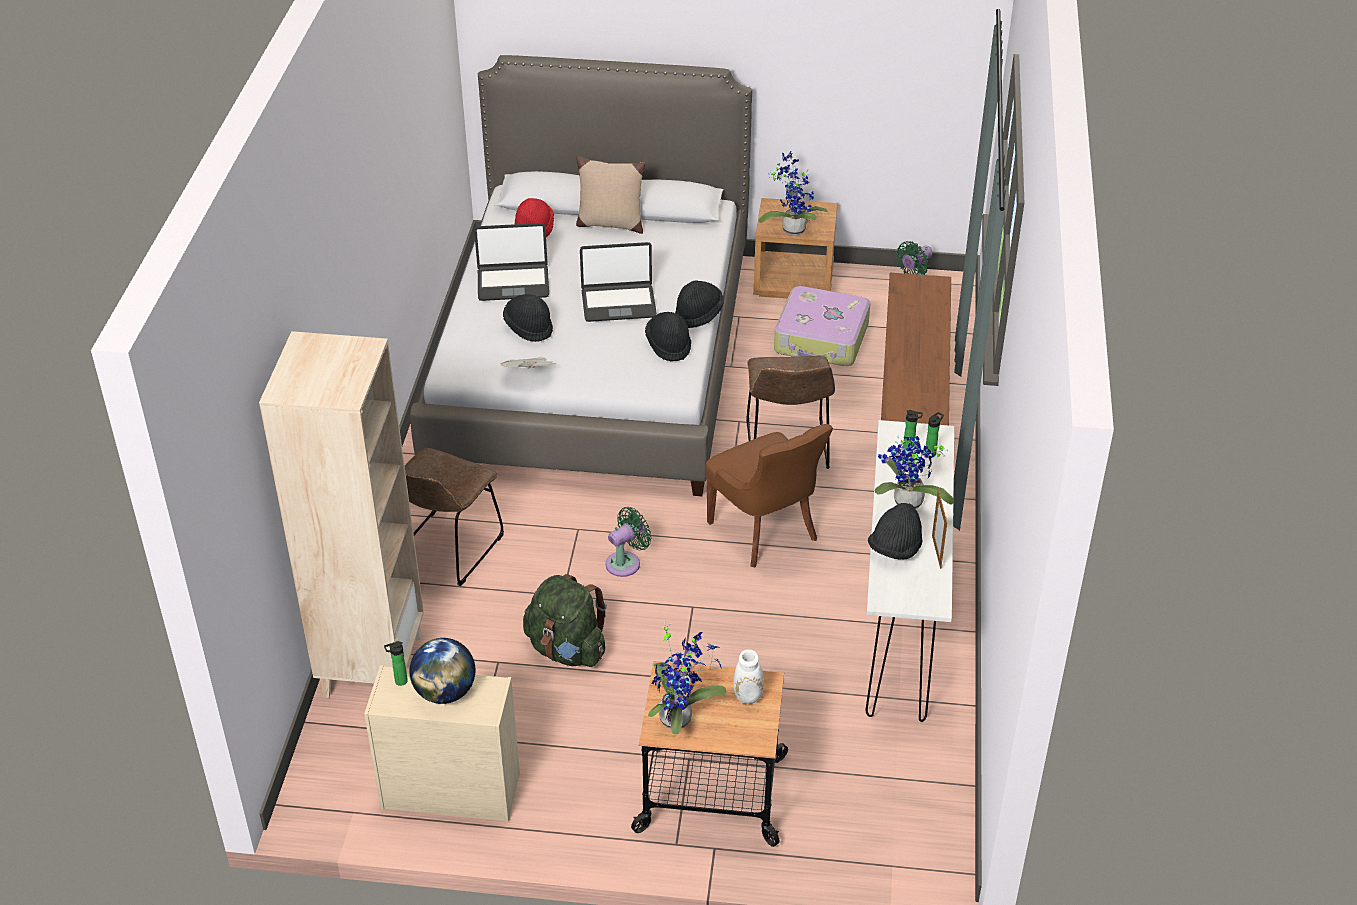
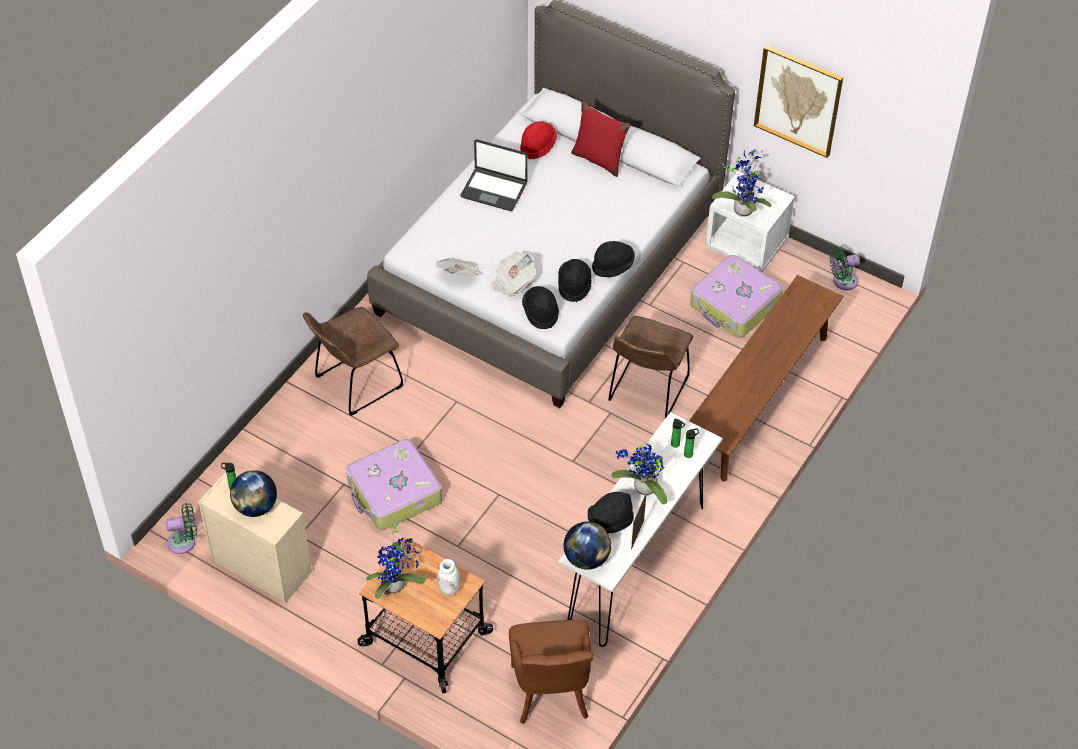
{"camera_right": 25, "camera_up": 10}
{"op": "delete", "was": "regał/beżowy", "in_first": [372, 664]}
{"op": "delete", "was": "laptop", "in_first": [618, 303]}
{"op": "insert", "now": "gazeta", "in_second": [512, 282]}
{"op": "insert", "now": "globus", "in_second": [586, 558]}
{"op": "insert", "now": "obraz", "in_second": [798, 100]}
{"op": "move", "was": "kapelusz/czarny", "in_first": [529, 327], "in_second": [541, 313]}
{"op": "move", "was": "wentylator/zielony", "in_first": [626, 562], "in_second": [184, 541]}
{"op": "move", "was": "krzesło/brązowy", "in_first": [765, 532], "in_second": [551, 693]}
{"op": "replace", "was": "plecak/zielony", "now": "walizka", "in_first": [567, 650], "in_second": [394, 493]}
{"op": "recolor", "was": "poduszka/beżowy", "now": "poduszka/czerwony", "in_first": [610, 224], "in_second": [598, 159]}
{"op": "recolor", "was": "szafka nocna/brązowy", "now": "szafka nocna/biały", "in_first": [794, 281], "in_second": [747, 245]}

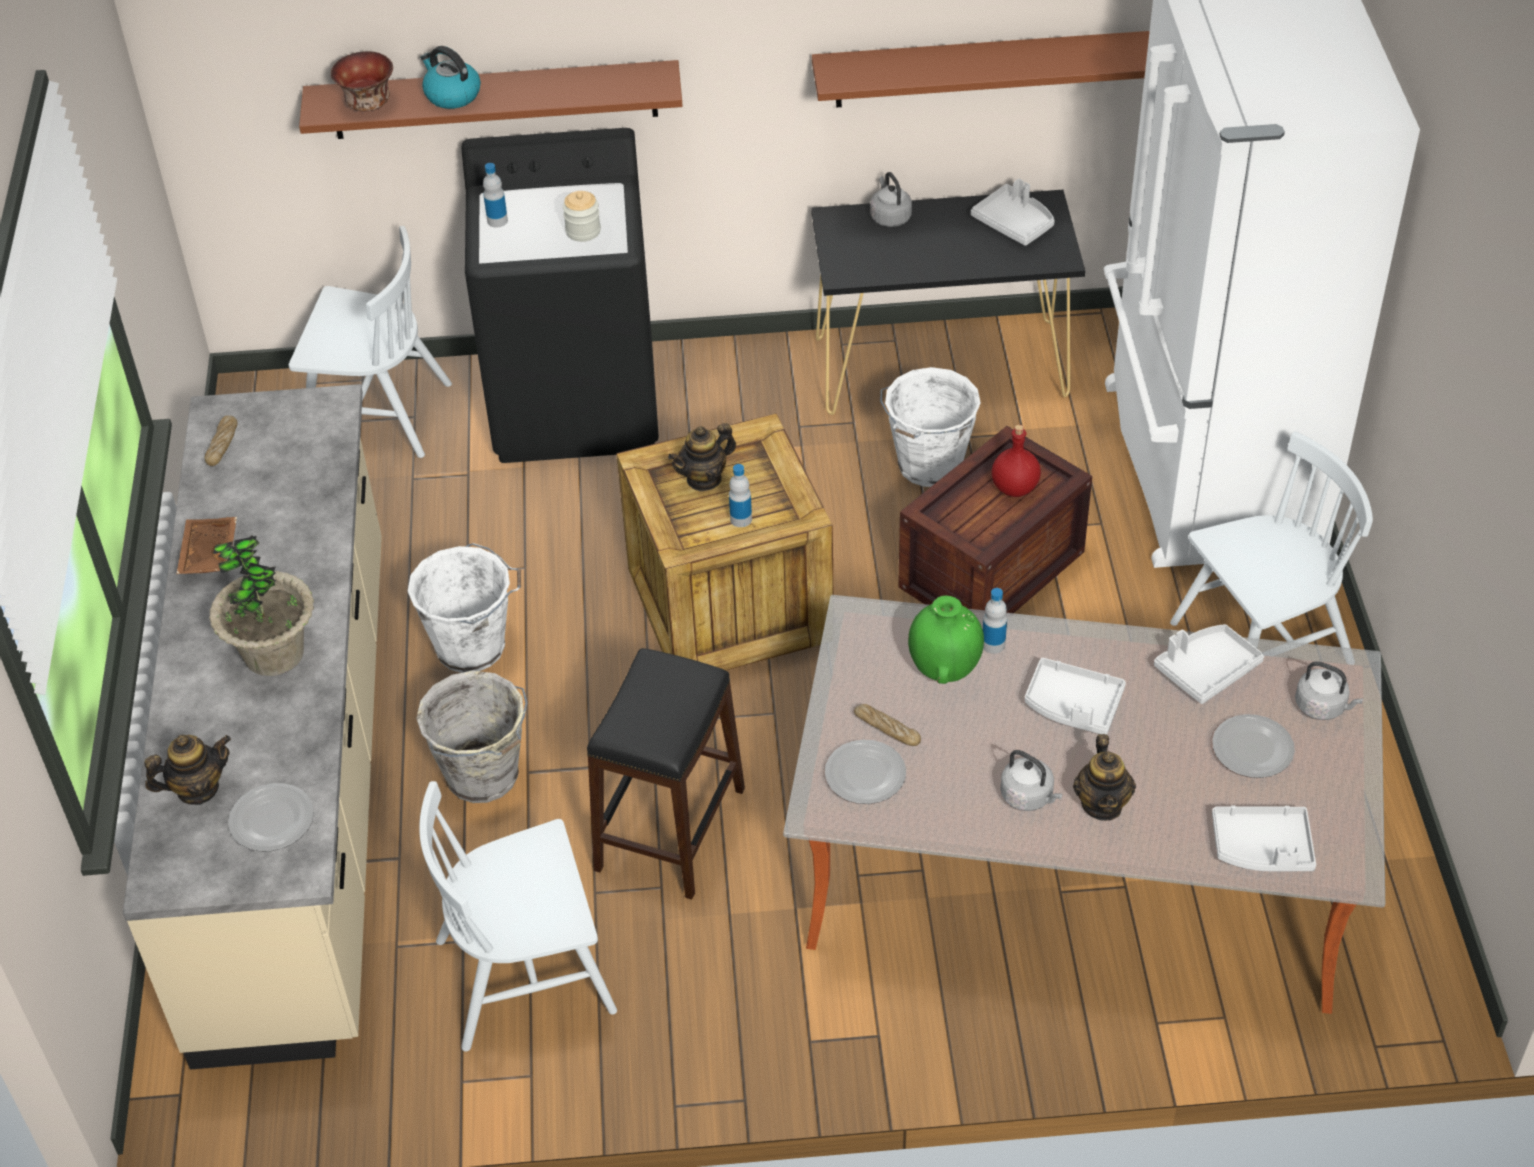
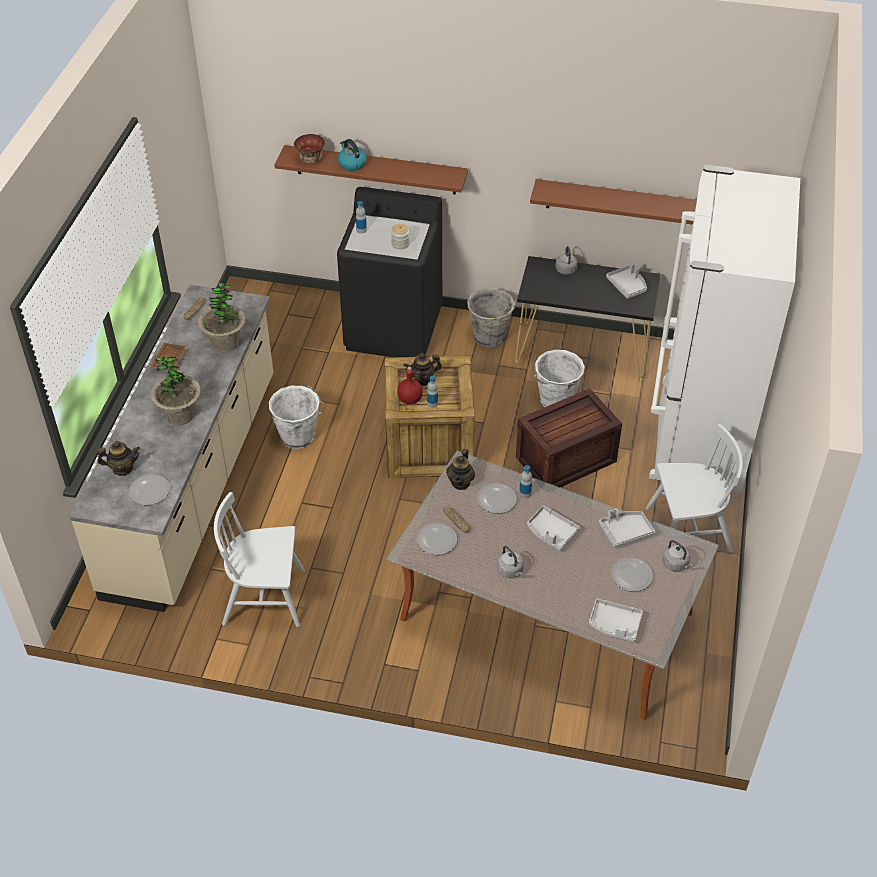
{"camera_right": 15, "camera_up": 0}
{"op": "delete", "was": "krzesło/biały", "in_first": [376, 414]}
{"op": "delete", "was": "stołek/czarny", "in_first": [669, 829]}
{"op": "insert", "now": "roślina doniczkowa", "in_second": [225, 343]}
{"op": "move", "was": "wiadro/szary", "in_first": [484, 777], "in_second": [490, 337]}
{"op": "move", "was": "butelka/czerwony", "in_first": [1014, 487], "in_second": [410, 399]}
{"op": "move", "was": "imbryk", "in_first": [1102, 804], "in_second": [460, 482]}
{"op": "replace", "was": "wazon/zielony", "now": "talerz", "in_first": [944, 668], "in_second": [496, 499]}

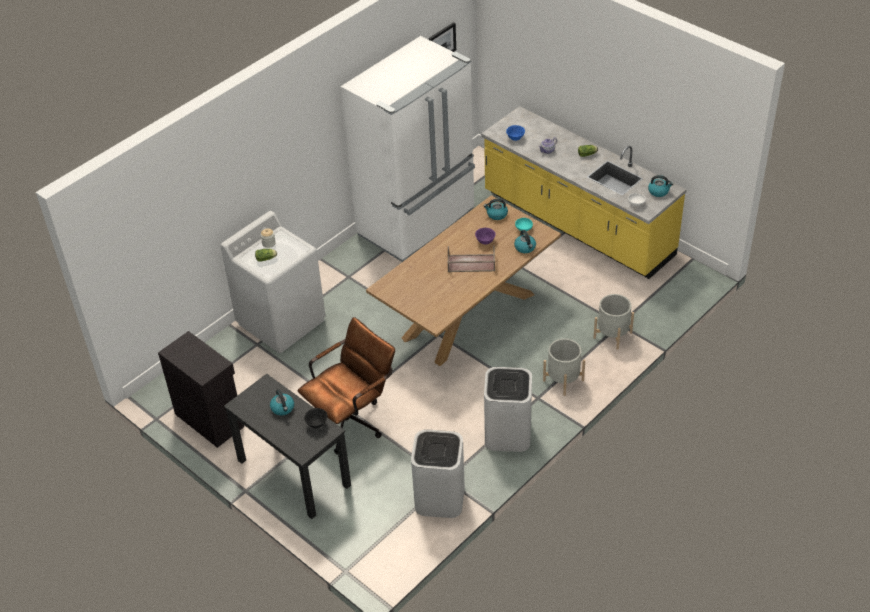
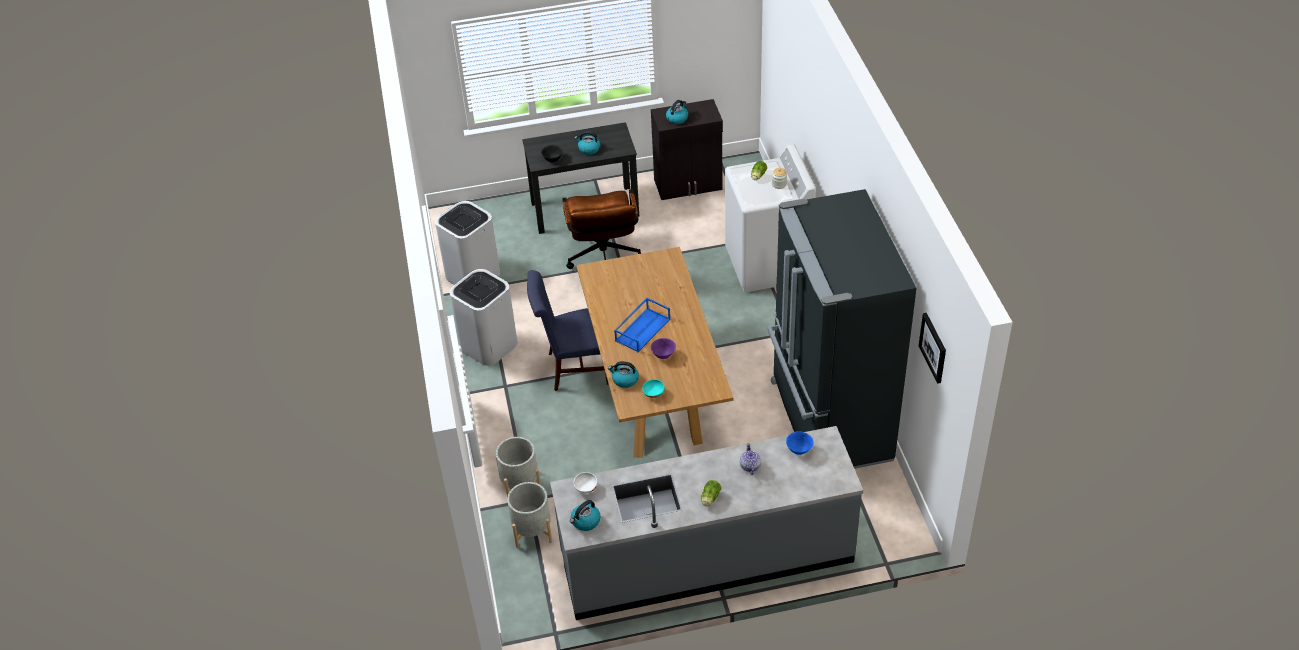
{"camera_right": 125, "camera_up": 0}
{"op": "insert", "now": "krzesło/niebieski", "in_second": [573, 368]}
{"op": "move", "was": "czajnik", "in_first": [496, 214], "in_second": [677, 118]}
{"op": "move", "was": "donica/szary", "in_first": [563, 380], "in_second": [532, 531]}
{"op": "recolor", "was": "lodówka/biały", "now": "lodówka/czarny", "in_first": [418, 224], "in_second": [828, 421]}
{"op": "recolor", "was": "taca/brązowy", "now": "taca/niebieski", "in_first": [470, 263], "in_second": [642, 329]}
{"op": "recolor", "was": "zabudowa kuchenna/żółty", "now": "zabudowa kuchenna/szary", "in_first": [577, 225], "in_second": [706, 558]}

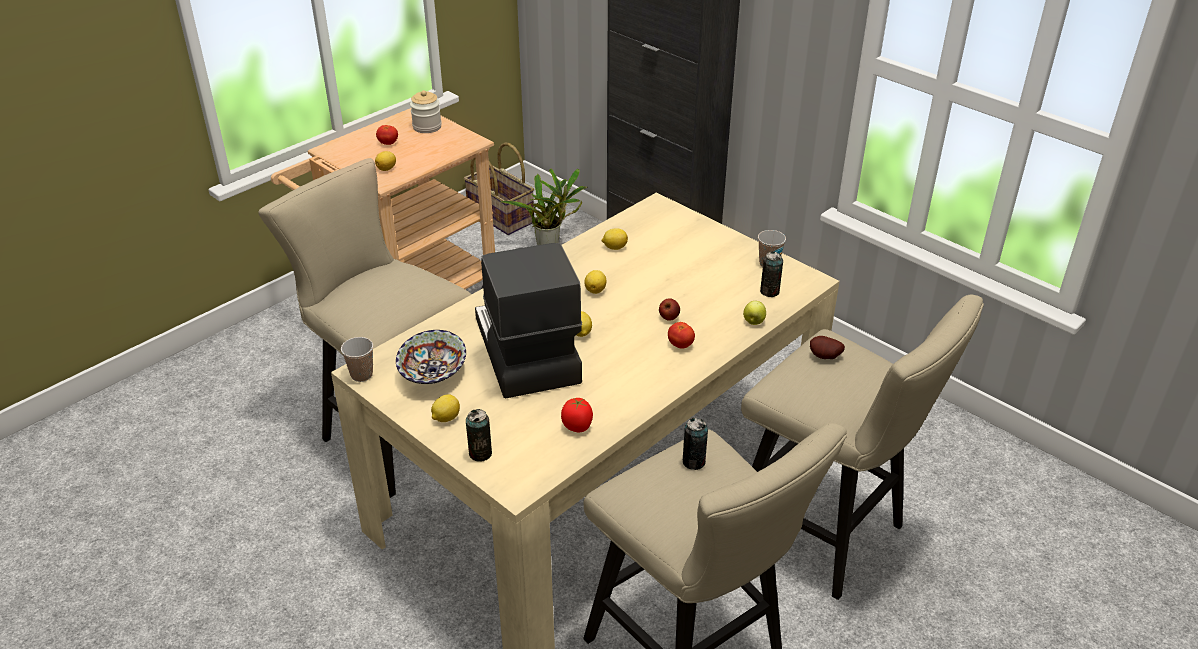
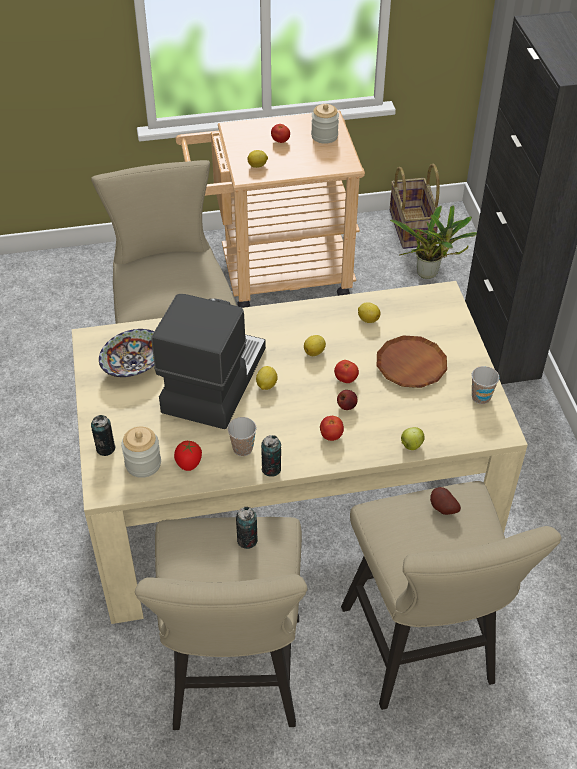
{"camera_right": 35, "camera_up": 10}
{"op": "delete", "was": "cytryna", "in_first": [445, 418]}
{"op": "insert", "now": "słoik", "in_second": [143, 464]}
{"op": "insert", "now": "pomidor", "in_second": [346, 379]}
{"op": "insert", "now": "talerz/brązowy", "in_second": [411, 365]}
{"op": "move", "was": "filiżanka", "in_first": [361, 375], "in_second": [242, 449]}
{"op": "move", "was": "puszka", "in_first": [769, 292], "in_second": [271, 469]}

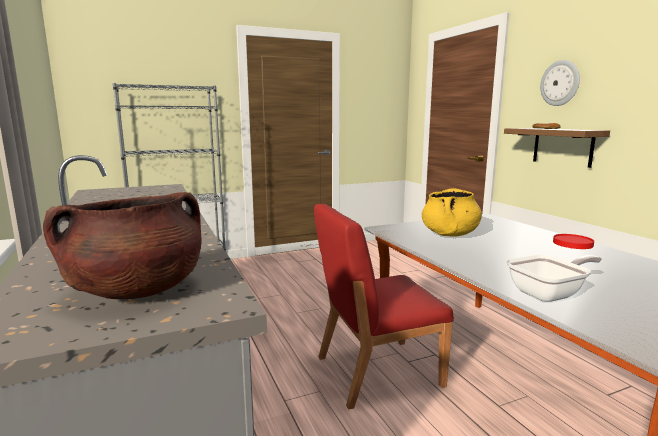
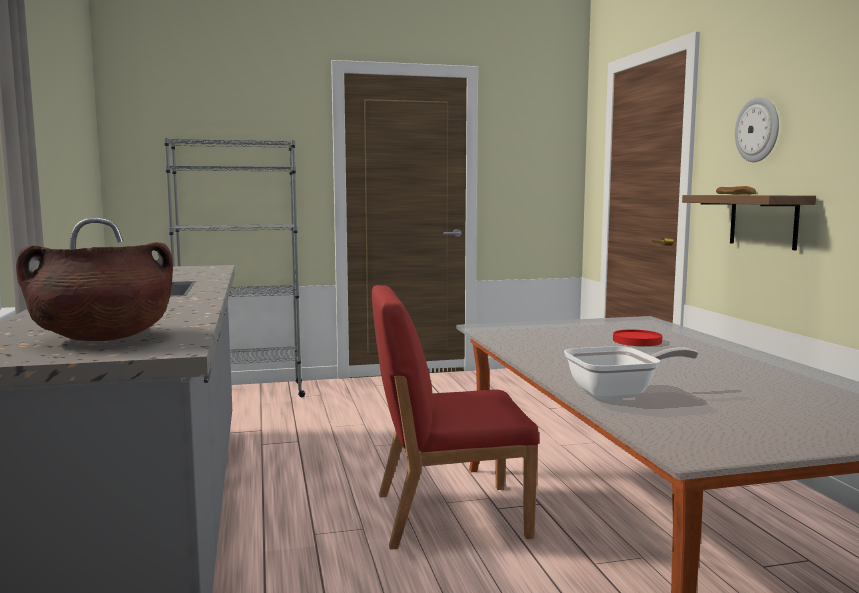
{"camera_right": 10, "camera_up": -5}
{"op": "delete", "was": "garnek/żółty", "in_first": [449, 234]}
{"op": "move", "was": "talerz/czerwony", "in_first": [573, 243], "in_second": [637, 341]}

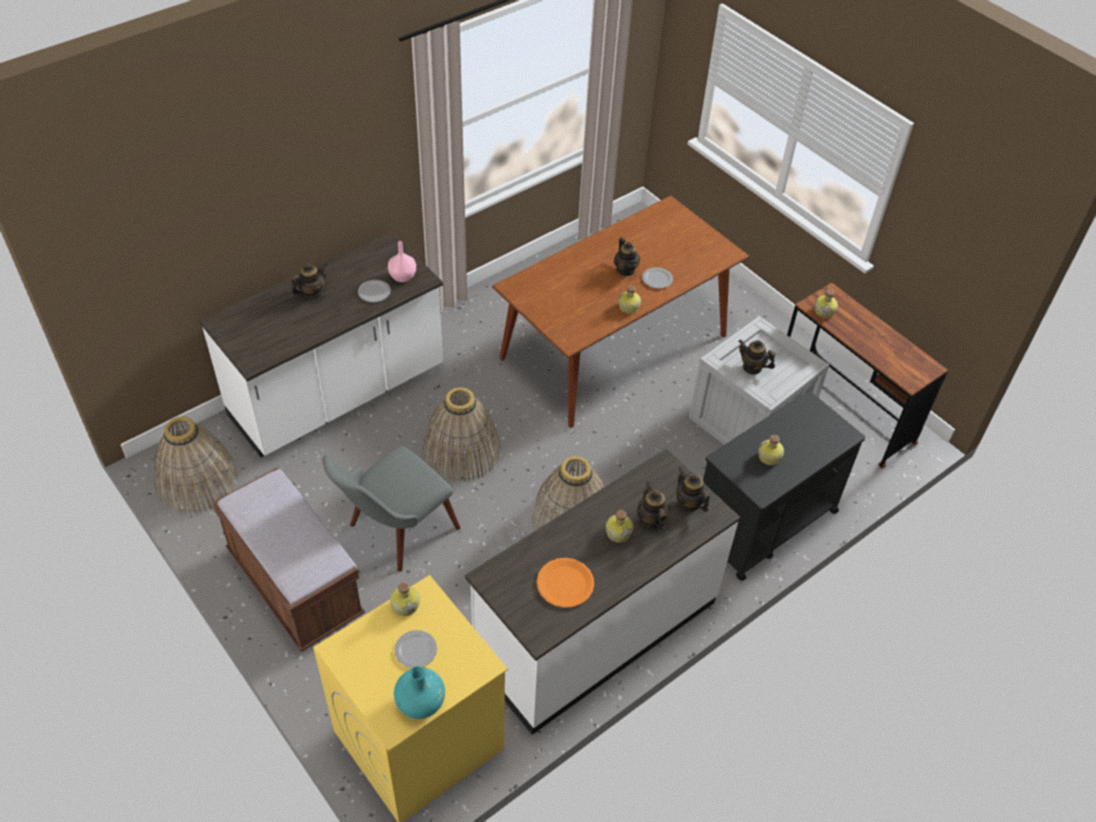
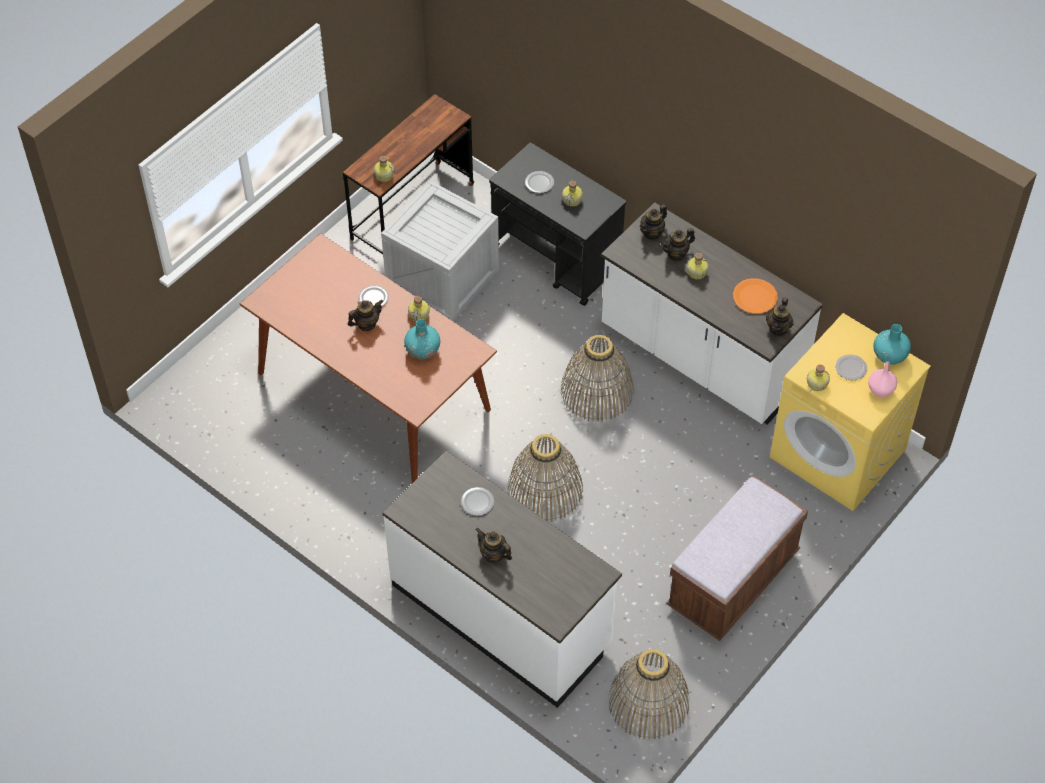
{"camera_right": -100, "camera_up": 5}
{"op": "delete", "was": "krzesło/szary", "in_first": [393, 534]}
{"op": "insert", "now": "wazon/turkusowy", "in_second": [423, 350]}
{"op": "insert", "now": "talerz", "in_second": [539, 182]}
{"op": "move", "was": "wazon/różowy", "in_first": [402, 276], "in_second": [880, 390]}
{"op": "move", "was": "imbryk", "in_first": [752, 367], "in_second": [778, 328]}

